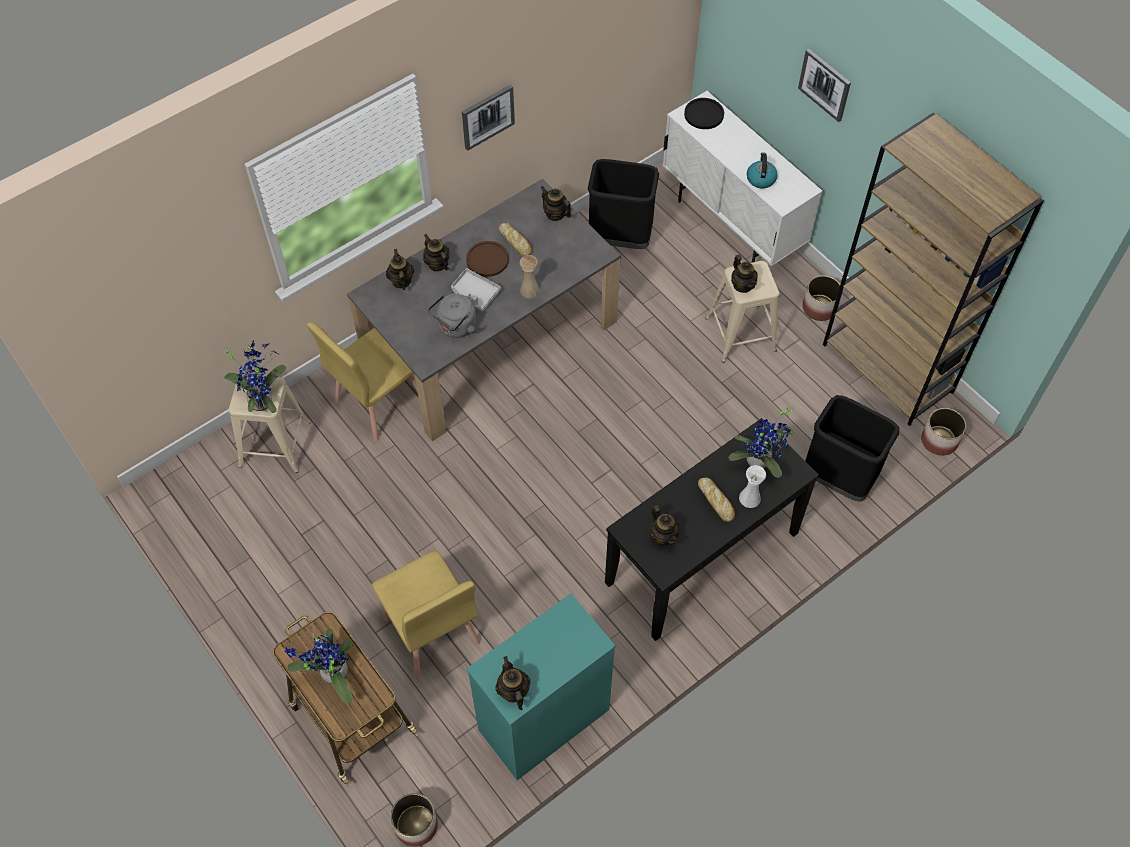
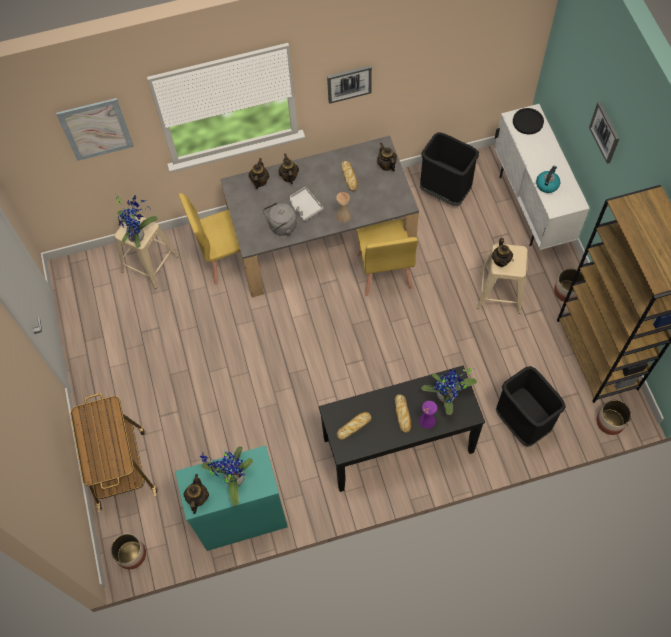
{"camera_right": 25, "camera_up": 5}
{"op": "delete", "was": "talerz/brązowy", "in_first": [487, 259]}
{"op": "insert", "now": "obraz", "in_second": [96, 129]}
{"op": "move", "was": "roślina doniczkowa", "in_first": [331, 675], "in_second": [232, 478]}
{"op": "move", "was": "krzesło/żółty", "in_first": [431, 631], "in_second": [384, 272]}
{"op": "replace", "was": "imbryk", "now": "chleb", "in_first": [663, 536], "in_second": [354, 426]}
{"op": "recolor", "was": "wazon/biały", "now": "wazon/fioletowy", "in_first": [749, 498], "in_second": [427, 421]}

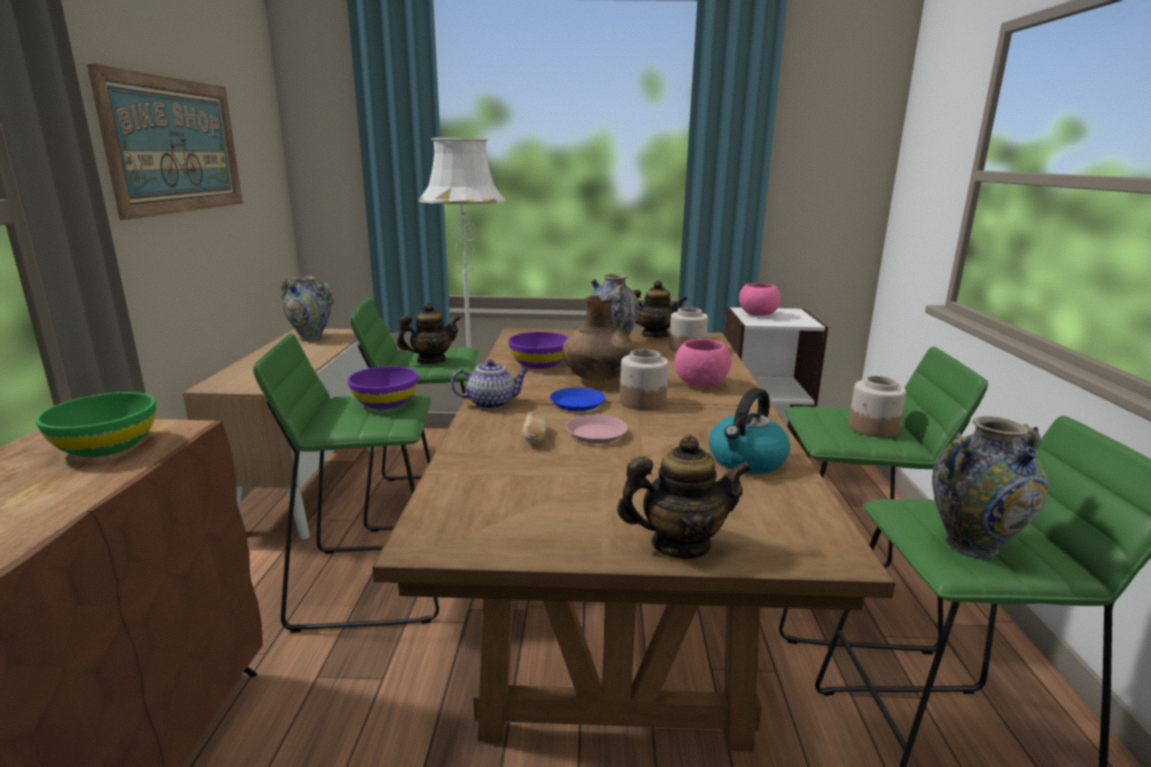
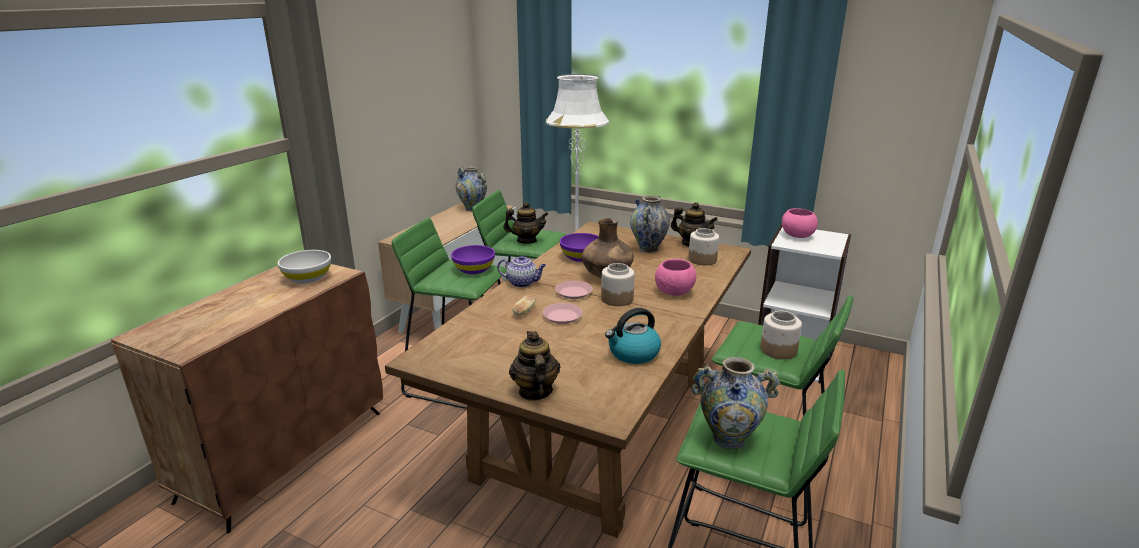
{"camera_right": 25, "camera_up": 5}
{"op": "delete", "was": "obraz", "in_first": [175, 145]}
{"op": "recolor", "was": "miska/zielony", "now": "miska/biały", "in_first": [106, 446], "in_second": [307, 278]}
{"op": "recolor", "was": "talerz/niebieski", "now": "talerz/różowy", "in_first": [577, 403], "in_second": [573, 292]}
{"op": "rotate", "was": "imbryk", "in_first": [680, 544], "in_second": [535, 391], "clockwise": -120}

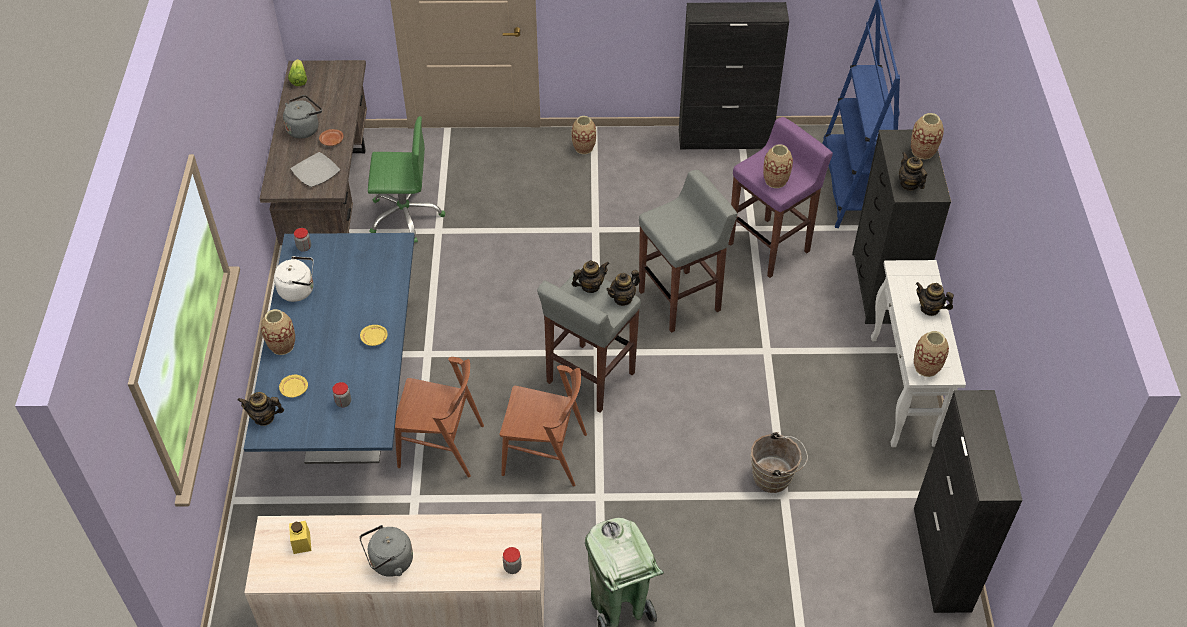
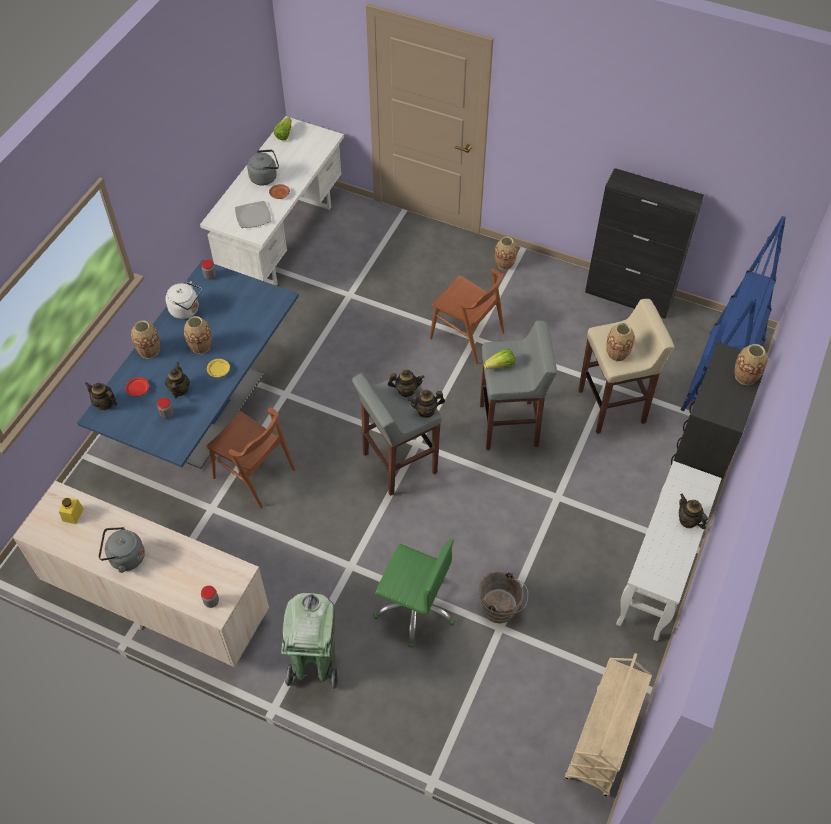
{"camera_right": 25, "camera_up": 5}
{"op": "insert", "now": "sałata", "in_second": [500, 365]}
{"op": "move", "was": "krzesło biurowe/zielony", "in_first": [405, 216], "in_second": [415, 608]}
{"op": "move", "was": "krzesło/brązowy", "in_first": [545, 454], "in_second": [467, 335]}
{"op": "move", "was": "imbryk", "in_first": [909, 184], "in_second": [179, 390]}
{"op": "move", "was": "wazon", "in_first": [926, 367], "in_second": [201, 346]}
{"op": "replace", "was": "szafka/czarny", "now": "wózek/beżowy", "in_first": [941, 559], "in_second": [602, 742]}
{"op": "recolor", "was": "biurko/brązowy", "now": "biurko/biały", "in_first": [329, 197], "in_second": [282, 238]}
{"op": "recolor", "was": "talerz/żółty", "now": "talerz/czerwony", "in_first": [294, 389], "in_second": [138, 389]}
{"op": "recolor", "was": "stołek/fioletowy", "now": "stołek/beżowy", "in_first": [770, 247], "in_second": [612, 406]}

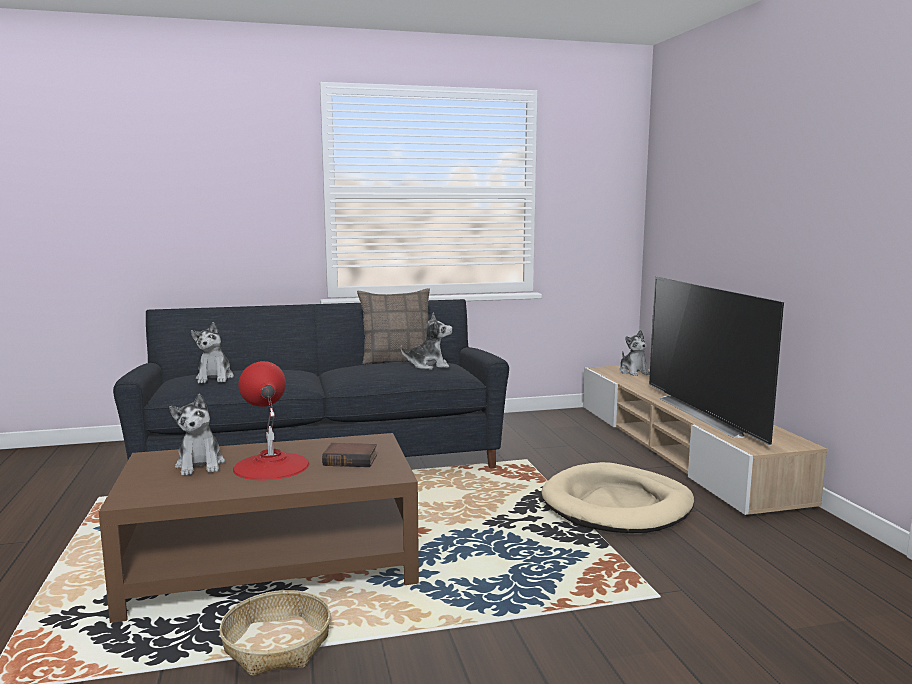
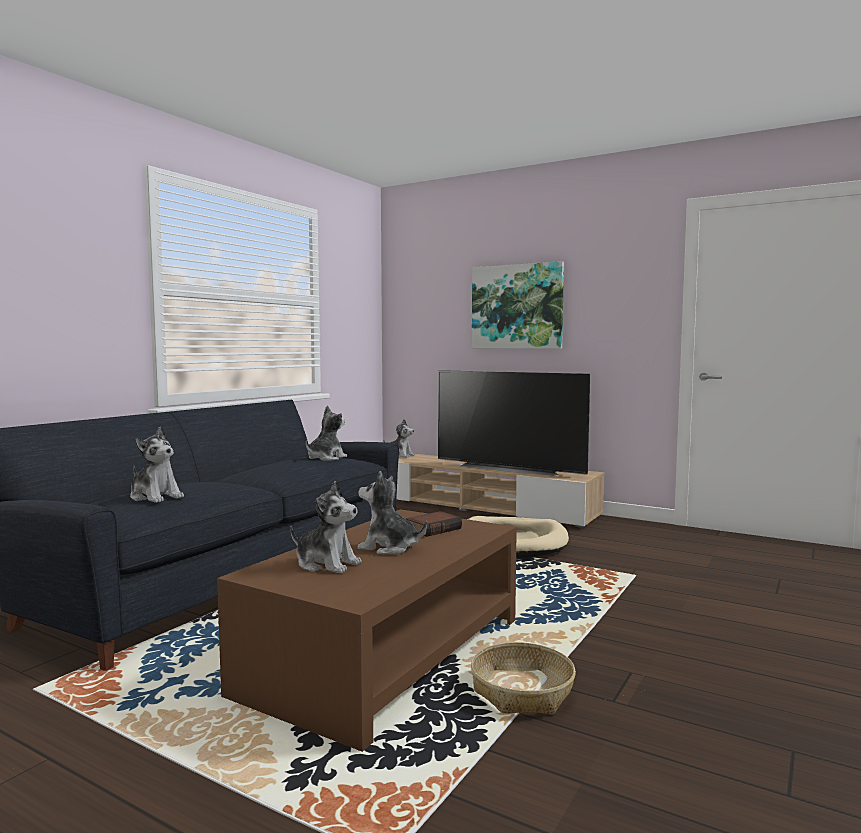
{"camera_right": -45, "camera_up": -5}
{"op": "delete", "was": "poduszka", "in_first": [397, 360]}
{"op": "insert", "now": "obraz", "in_second": [517, 307]}
{"op": "replace", "was": "lampa stołowa/czerwony", "now": "pluszak", "in_first": [271, 466], "in_second": [389, 547]}

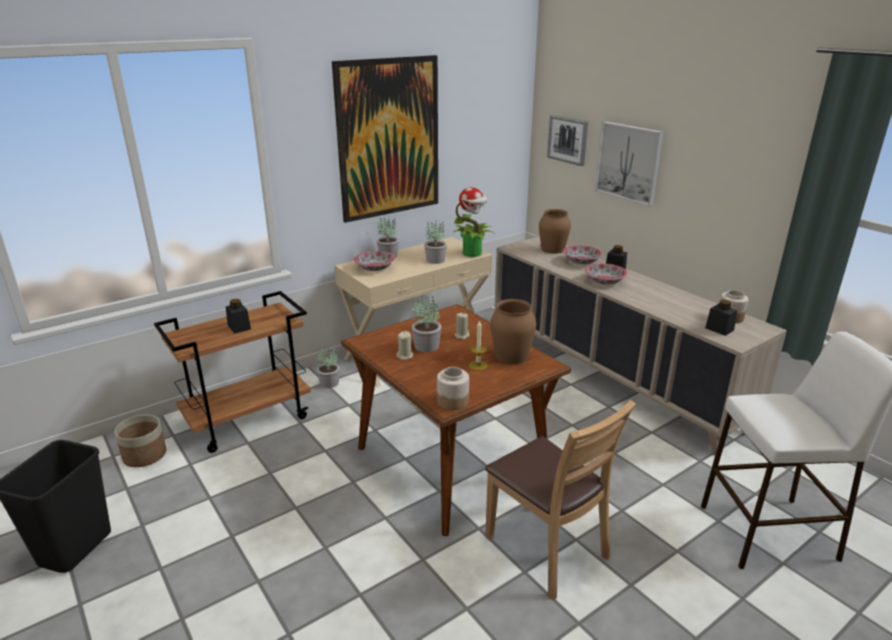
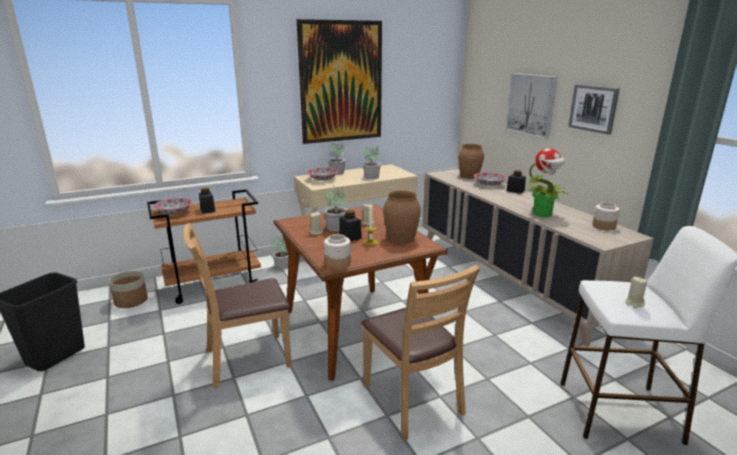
{"camera_right": 10, "camera_up": -5}
{"op": "insert", "now": "krzesło/brązowy", "in_second": [246, 359]}
{"op": "insert", "now": "świeca/beżowy", "in_second": [634, 303]}
{"op": "move", "was": "roślina doniczkowa", "in_first": [472, 253], "in_second": [543, 213]}
{"op": "move", "was": "obraz", "in_first": [568, 140], "in_second": [593, 108]}
{"op": "move", "was": "miska", "in_first": [604, 281], "in_second": [175, 212]}
{"op": "move", "was": "słoik/czarny", "in_first": [719, 329], "in_second": [350, 237]}

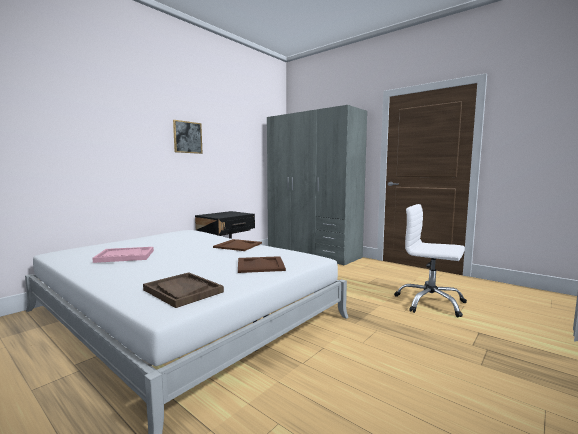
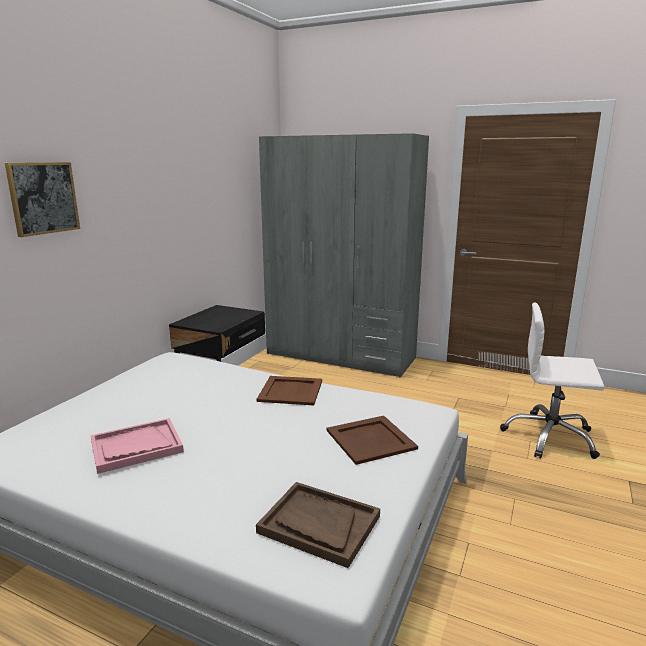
{"camera_right": -15, "camera_up": 10}
{"op": "move", "was": "obraz", "in_first": [187, 137], "in_second": [43, 198]}

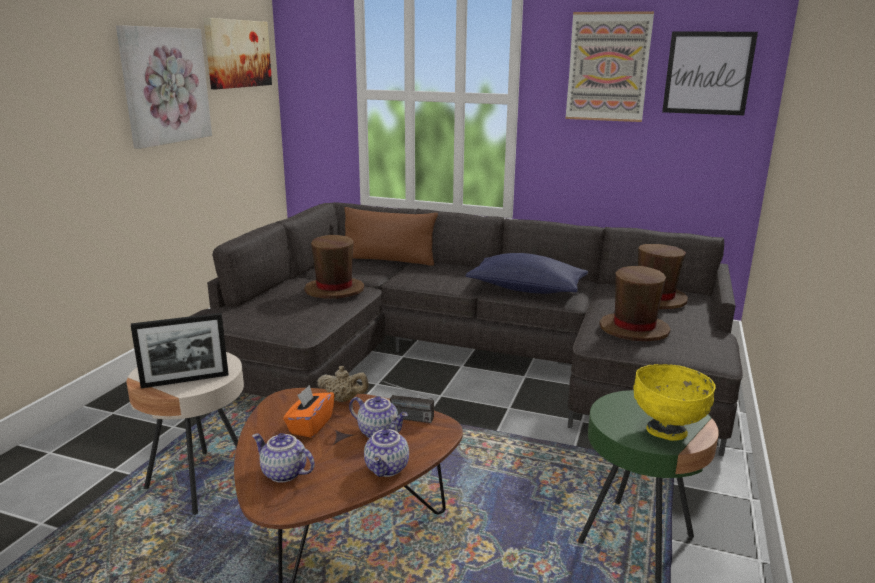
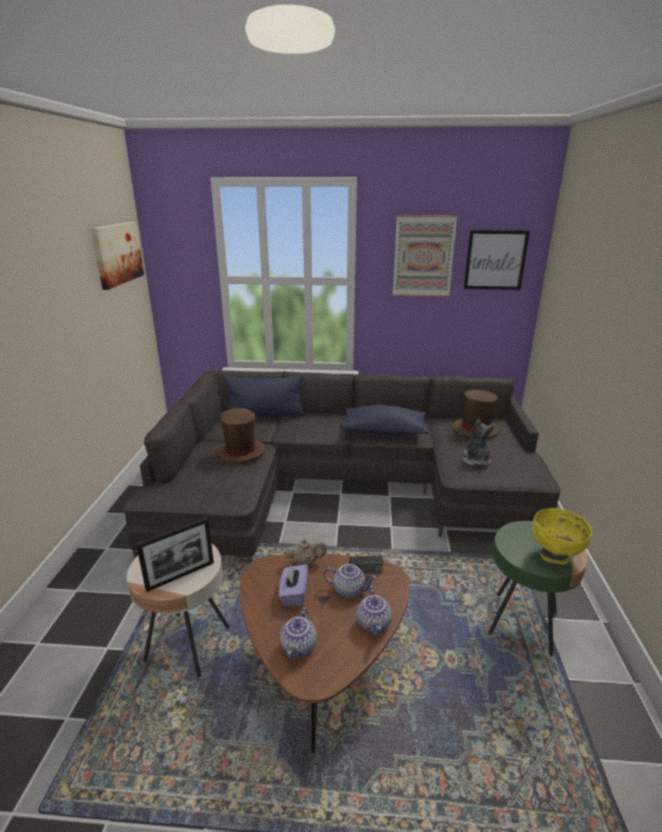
{"camera_right": -15, "camera_up": 5}
{"op": "delete", "was": "obraz", "in_first": [165, 86]}
{"op": "replace", "was": "kapelusz/brązowy", "now": "pluszak", "in_first": [633, 329], "in_second": [476, 460]}
{"op": "recolor", "was": "pudełko chusteczek/pomarańczowy", "now": "pudełko chusteczek/fioletowy", "in_first": [310, 425], "in_second": [294, 594]}
{"op": "recolor", "was": "poduszka/brązowy", "now": "poduszka/niebieski", "in_first": [388, 260], "in_second": [265, 415]}
{"op": "rotate", "was": "imbryk", "in_first": [283, 473], "in_second": [299, 647], "clockwise": -90}

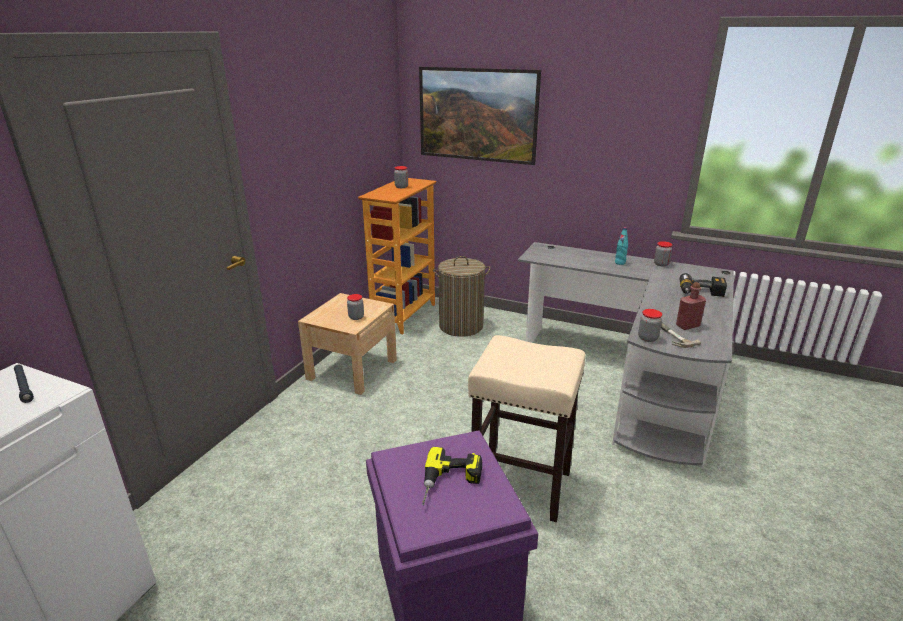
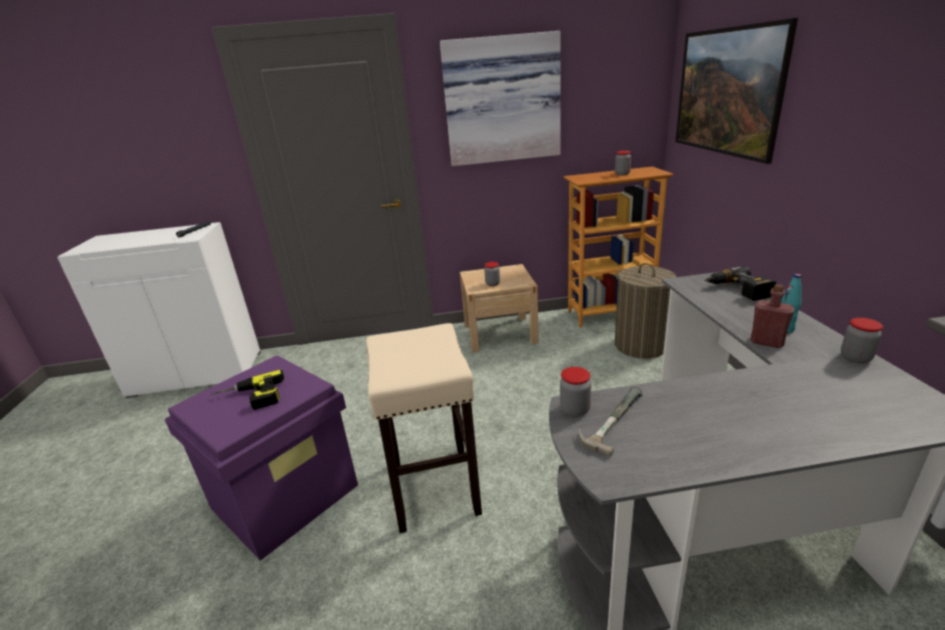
{"camera_right": 60, "camera_up": 0}
{"op": "insert", "now": "obraz", "in_second": [502, 100]}
{"op": "move", "was": "butelka/czerwony", "in_first": [687, 326], "in_second": [767, 342]}
{"op": "move", "was": "wiertarka", "in_first": [701, 293], "in_second": [737, 290]}

